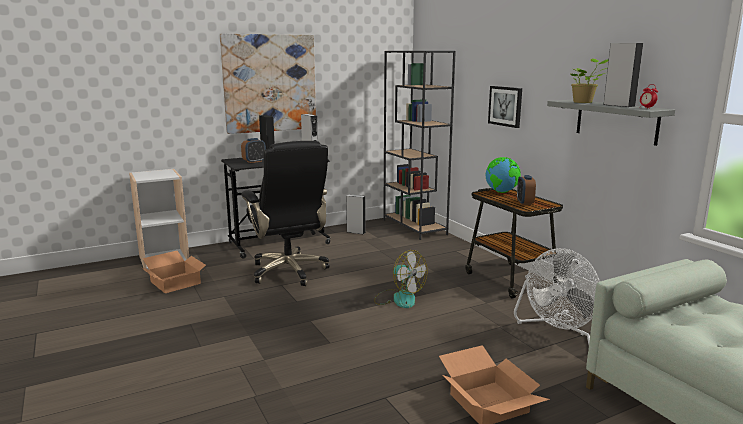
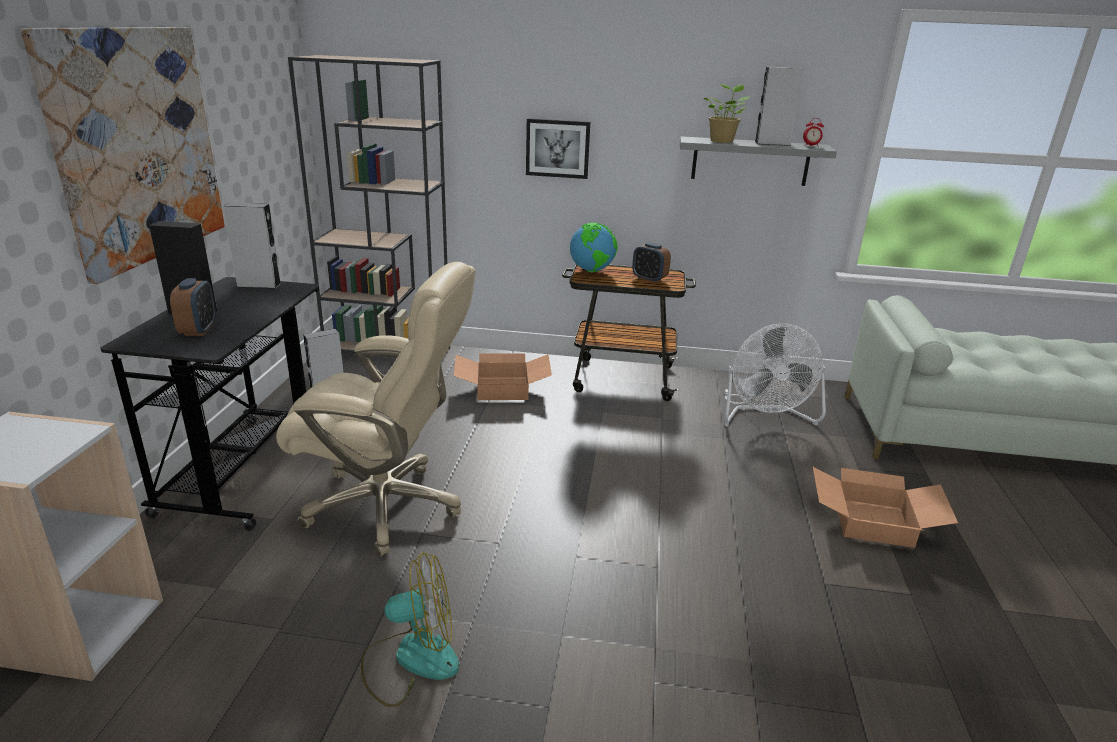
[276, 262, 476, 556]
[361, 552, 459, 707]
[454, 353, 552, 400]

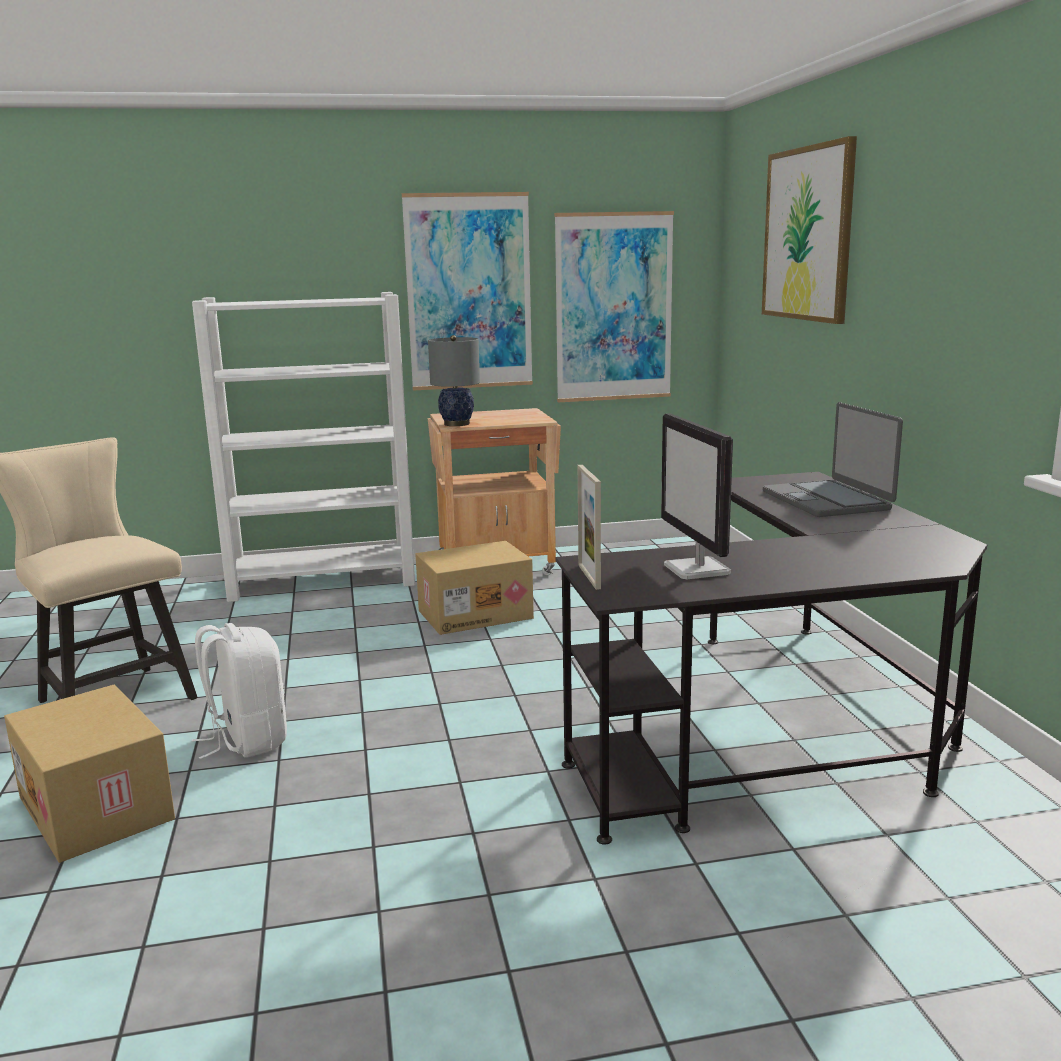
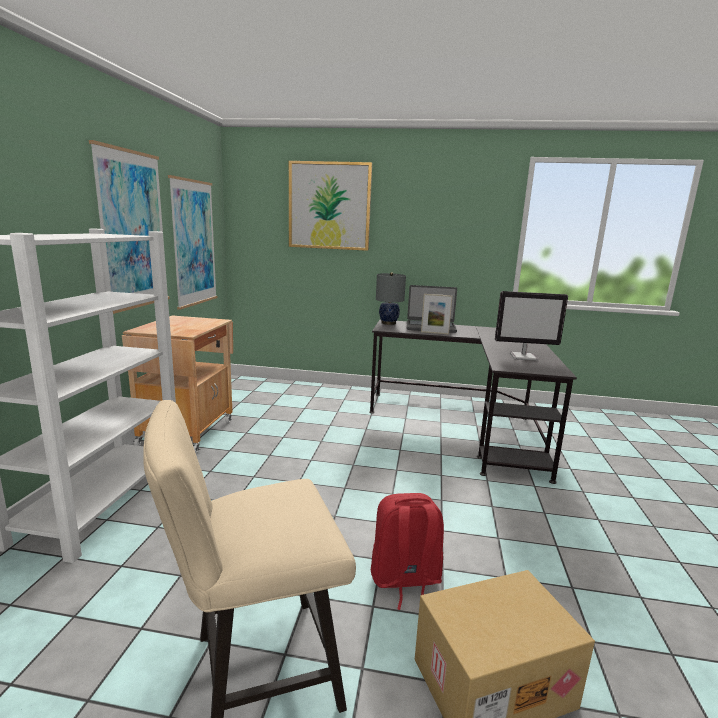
[376, 272, 406, 325]
[421, 294, 453, 335]
[415, 541, 534, 635] (first image)
[371, 493, 444, 610]

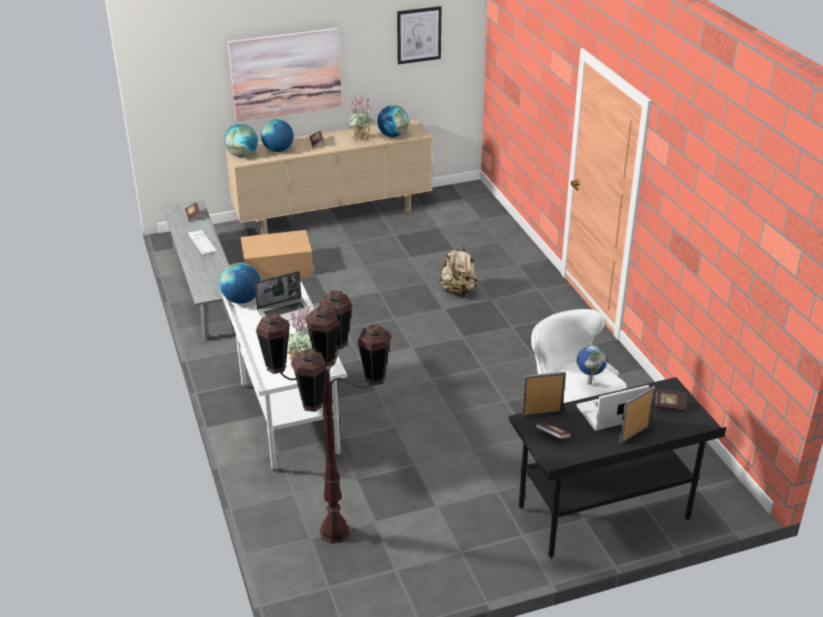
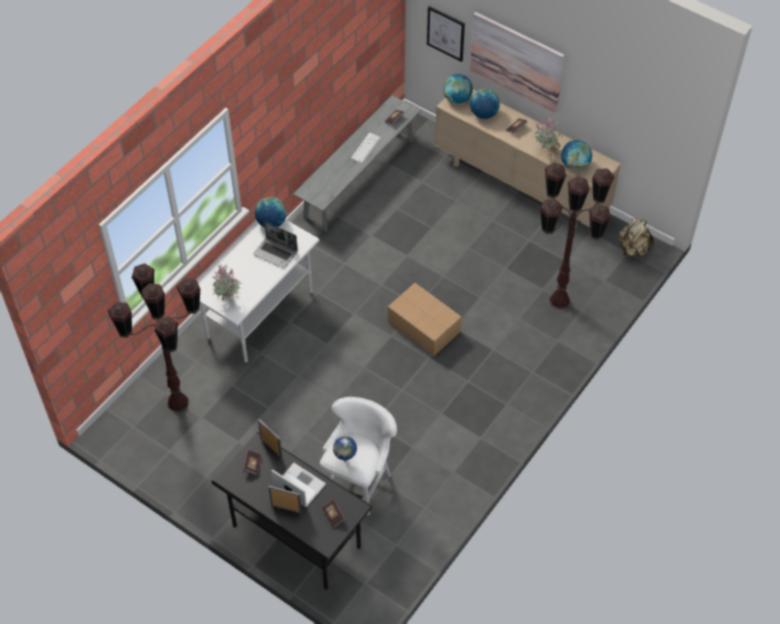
[427, 6, 465, 62]
[388, 283, 462, 356]
[619, 218, 654, 257]
[540, 162, 614, 309]

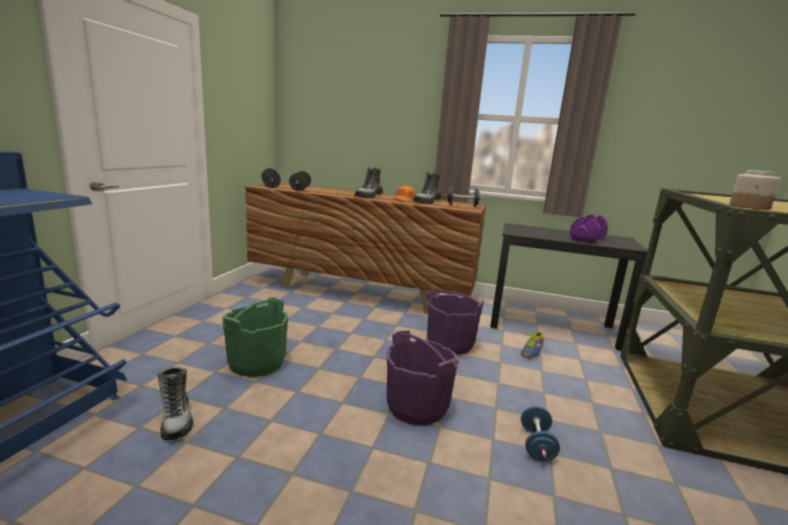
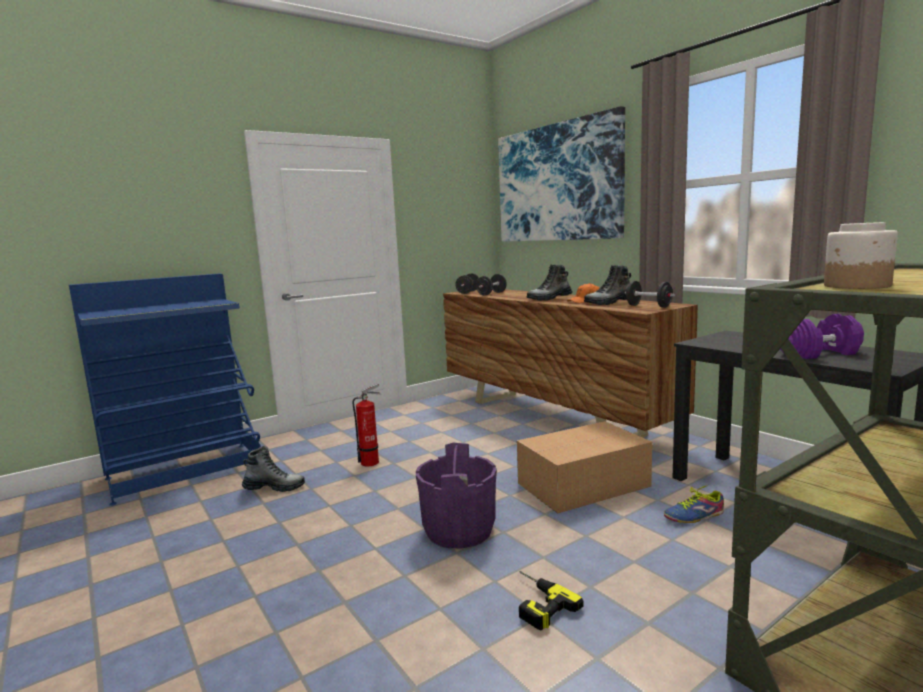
[517, 421, 652, 513]
[352, 383, 381, 466]
[242, 446, 305, 492]
[519, 571, 584, 631]
[498, 106, 625, 242]

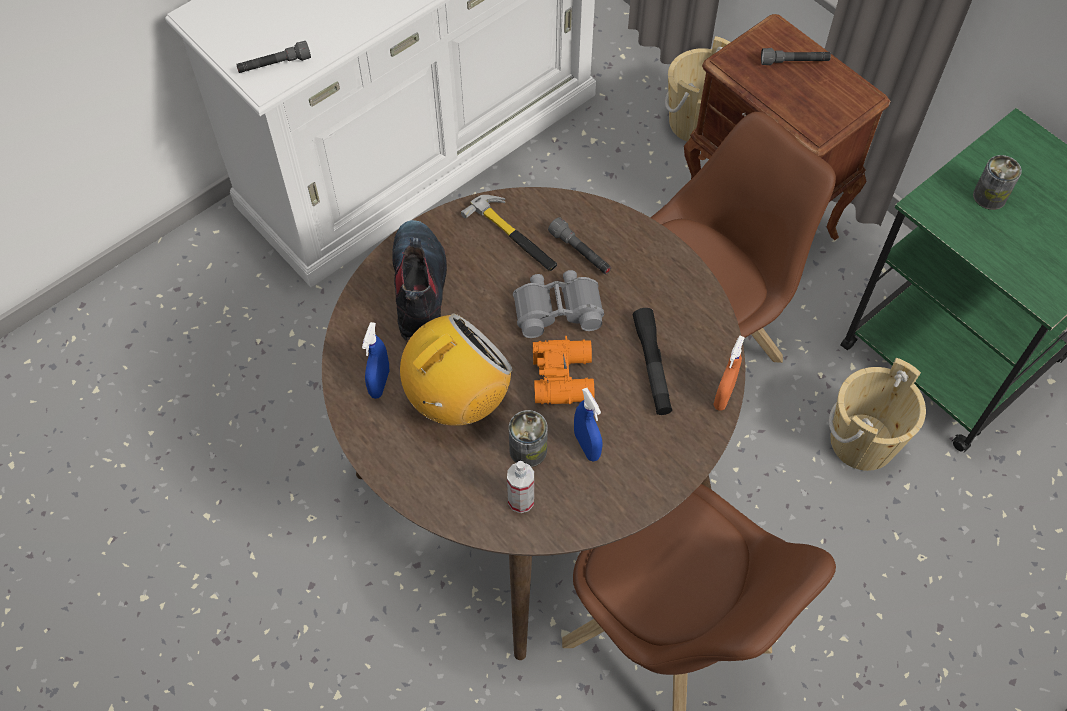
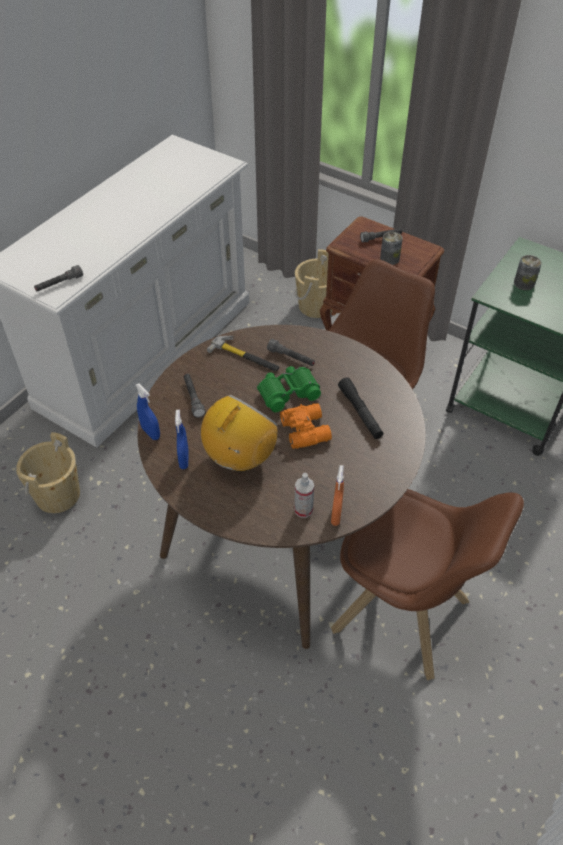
[184, 374, 206, 418]
[257, 366, 321, 412]
[331, 465, 344, 526]
[16, 432, 80, 513]
[136, 383, 160, 440]
[380, 232, 403, 265]

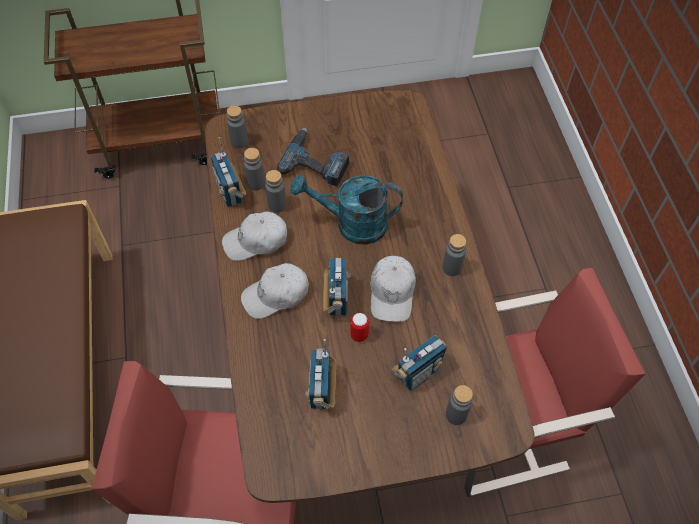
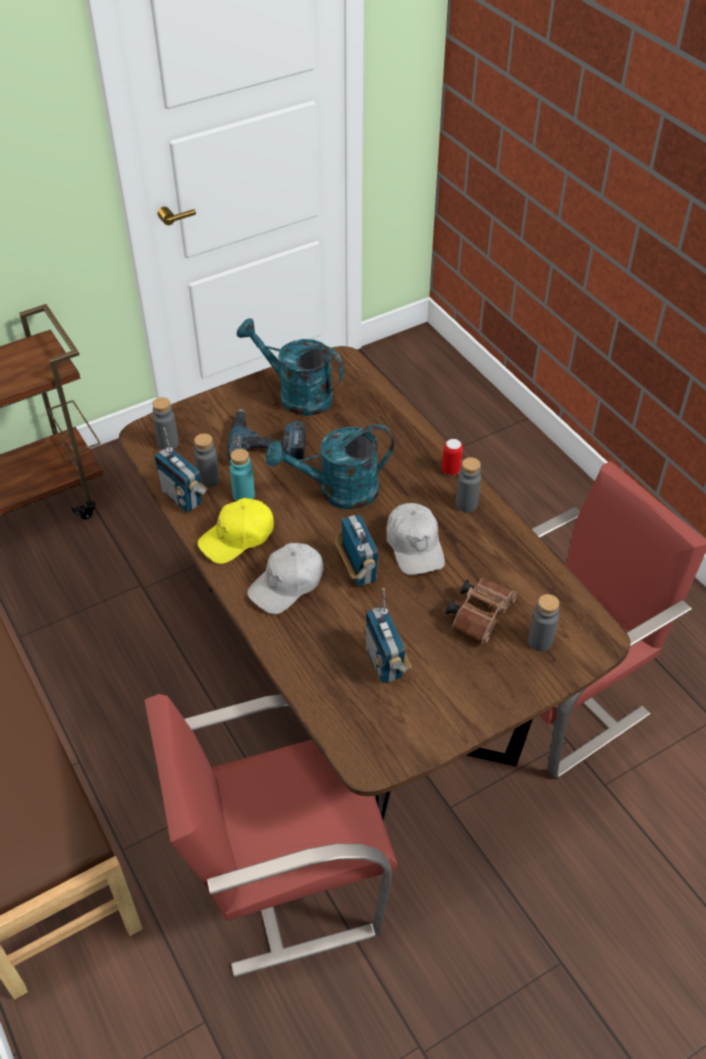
[230, 449, 255, 501]
[197, 498, 274, 564]
[442, 439, 463, 475]
[446, 578, 517, 644]
[236, 318, 344, 416]

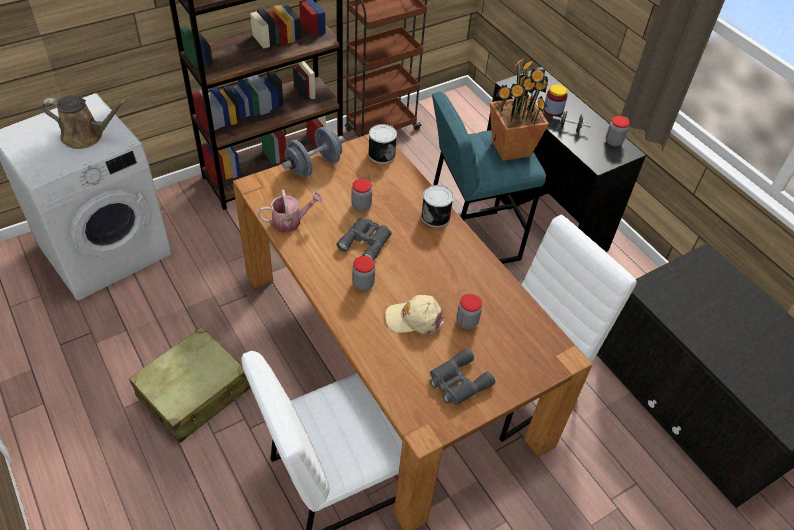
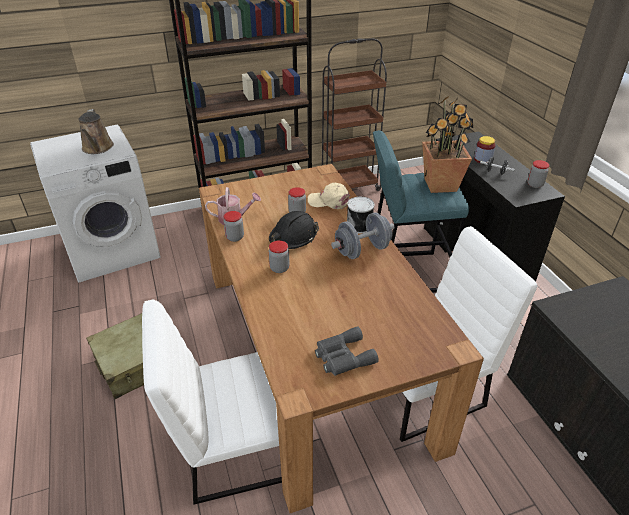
[79, 109, 114, 154]
[368, 124, 397, 164] (first image)
[331, 212, 394, 259]
[269, 211, 319, 249]
[224, 211, 244, 242]
[308, 183, 351, 209]

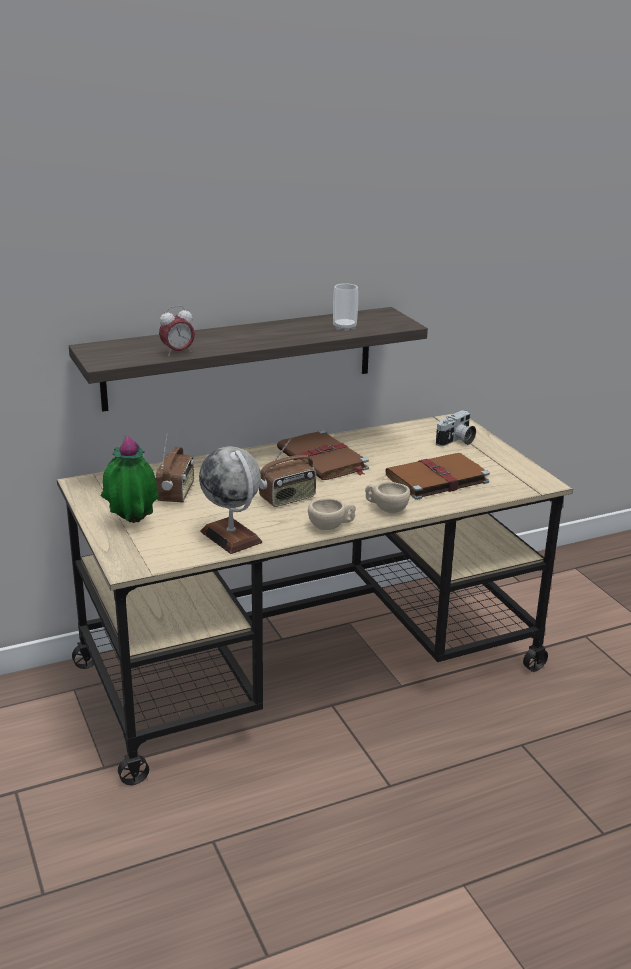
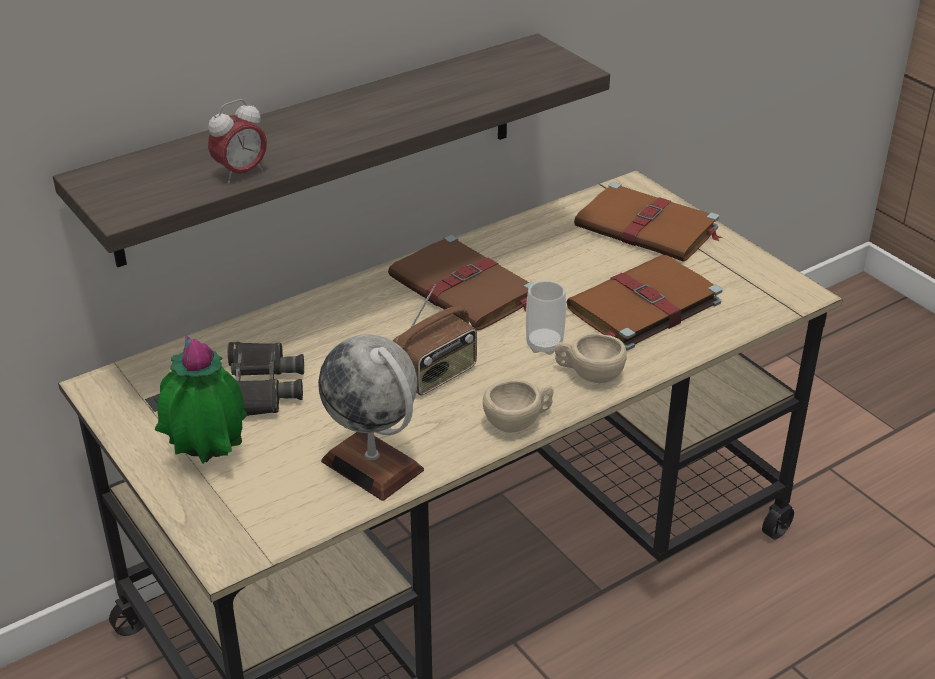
[526, 281, 566, 355]
[574, 182, 723, 262]
[228, 342, 304, 416]

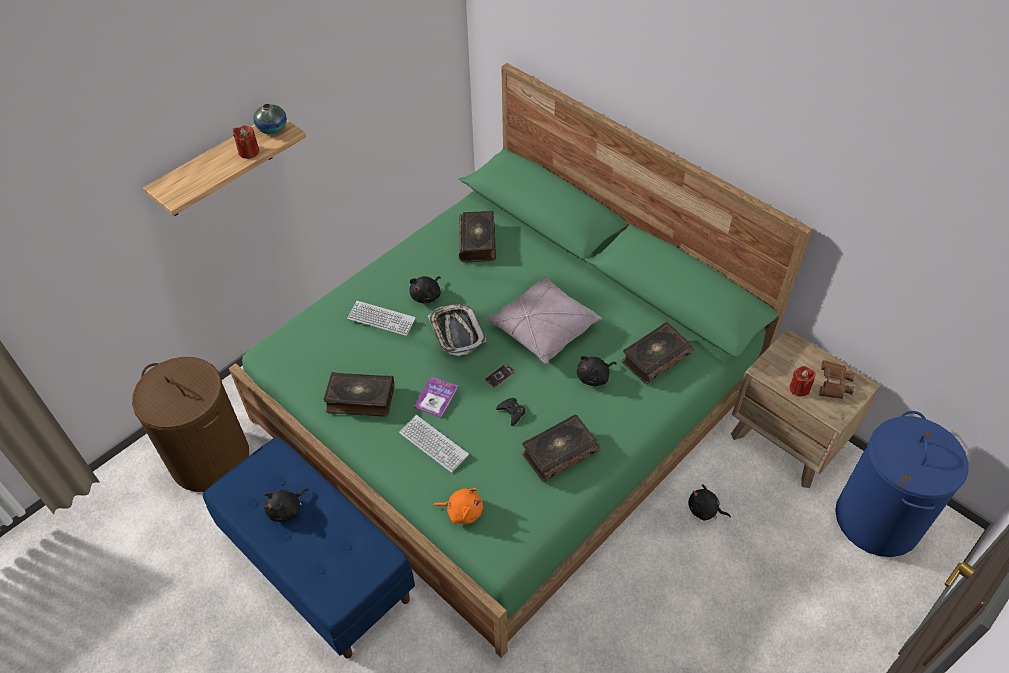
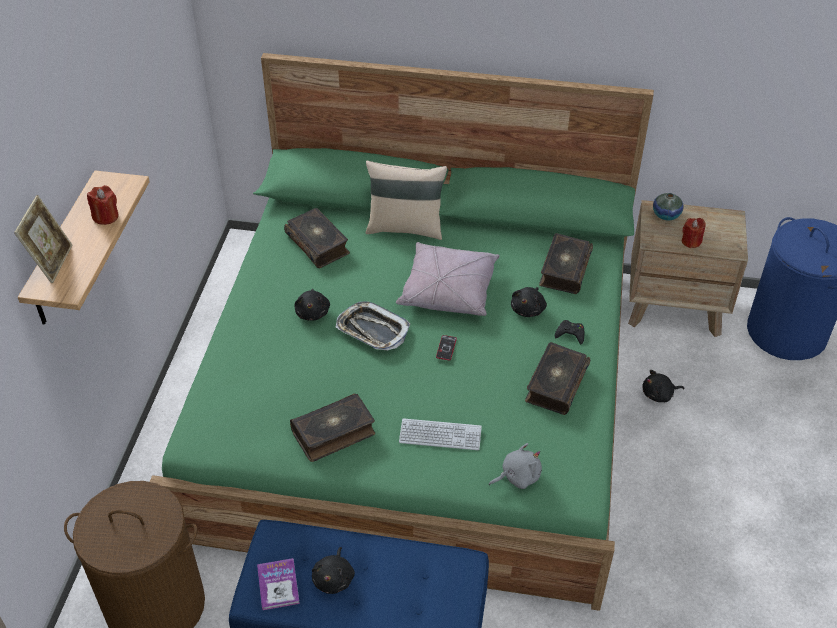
[653, 193, 684, 221]
[347, 301, 416, 336] (first image)
[819, 360, 854, 399] (first image)
[257, 558, 300, 610]
[555, 320, 584, 344]
[489, 443, 542, 489]
[365, 161, 447, 240]
[14, 195, 73, 283]

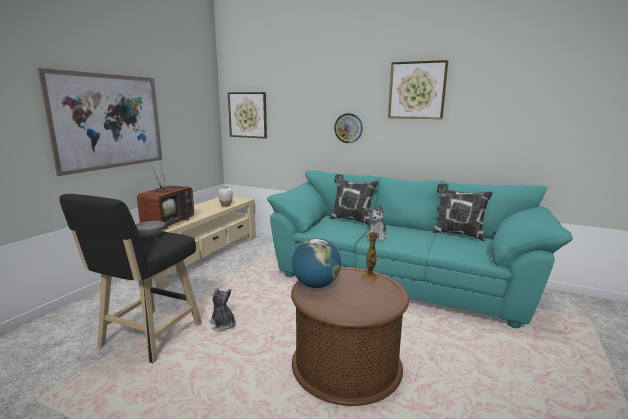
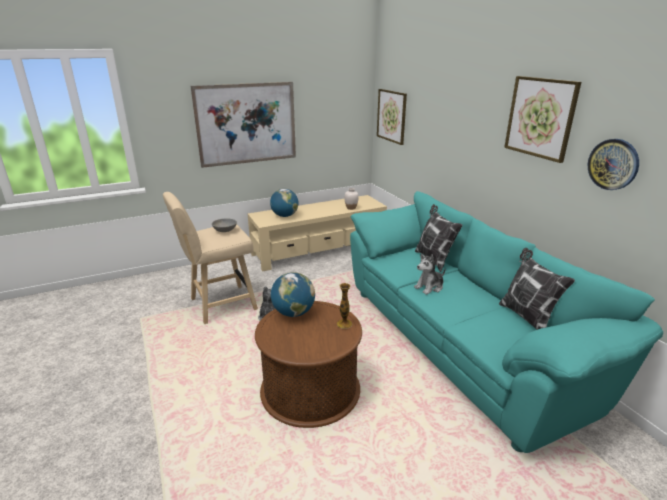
[588, 139, 639, 190]
[270, 189, 299, 217]
[163, 192, 258, 324]

